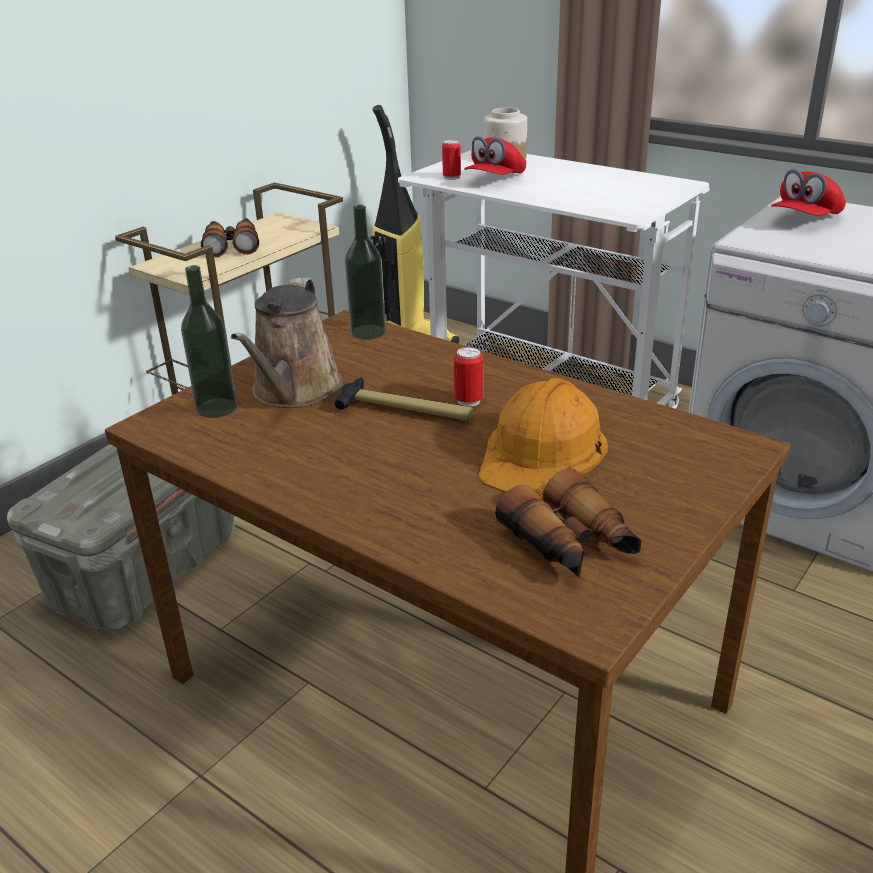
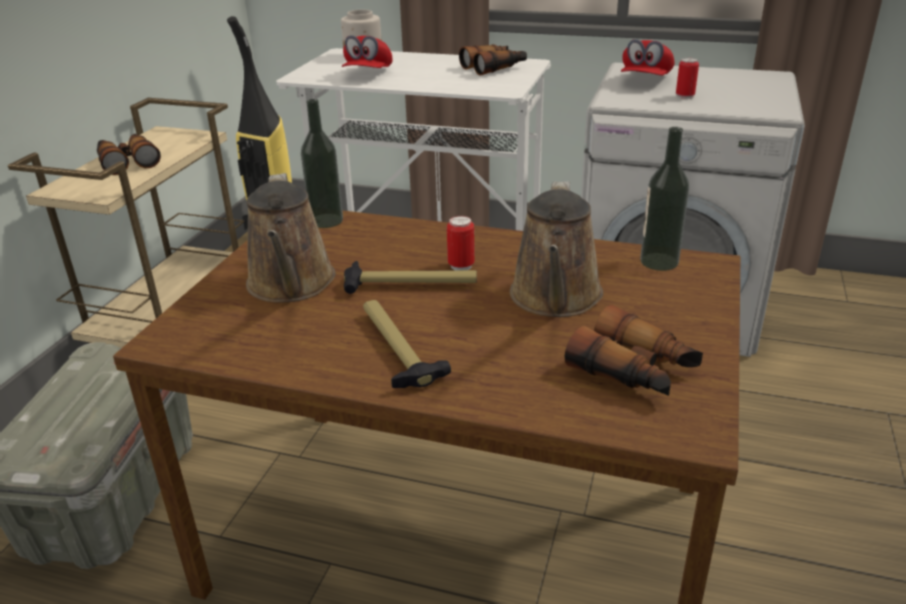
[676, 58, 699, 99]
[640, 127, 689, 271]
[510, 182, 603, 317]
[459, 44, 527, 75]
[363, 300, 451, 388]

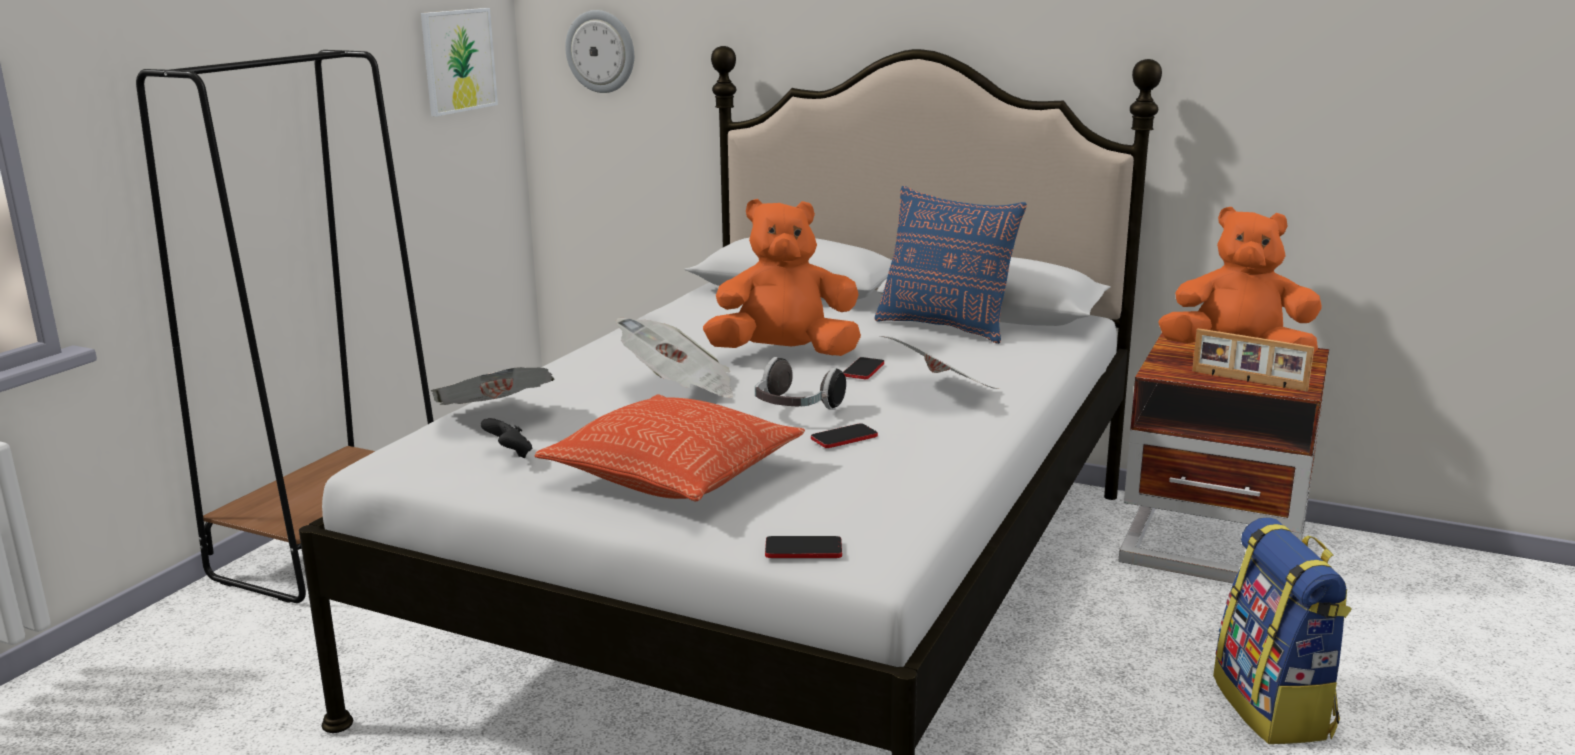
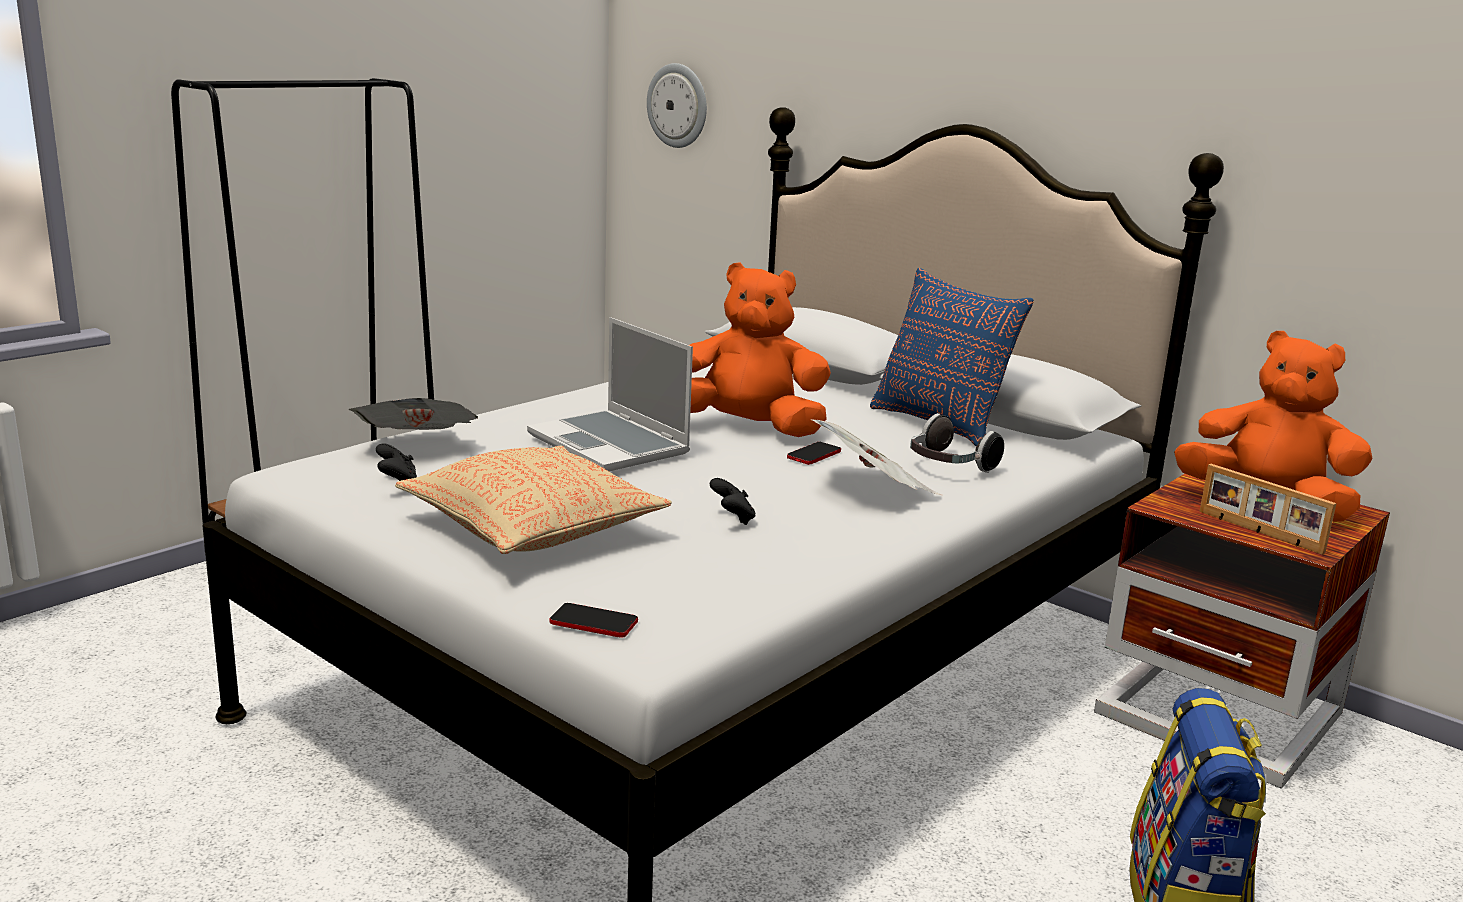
[421, 8, 498, 117] (first image)
[527, 317, 693, 471]
[910, 413, 1004, 473]
[395, 446, 672, 554]
[710, 478, 756, 525]

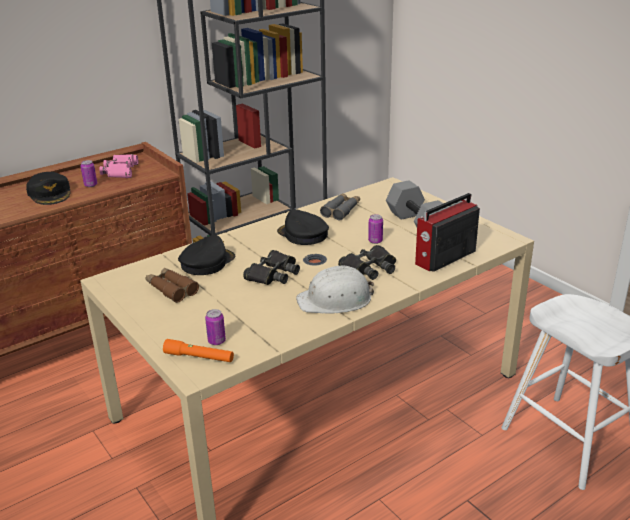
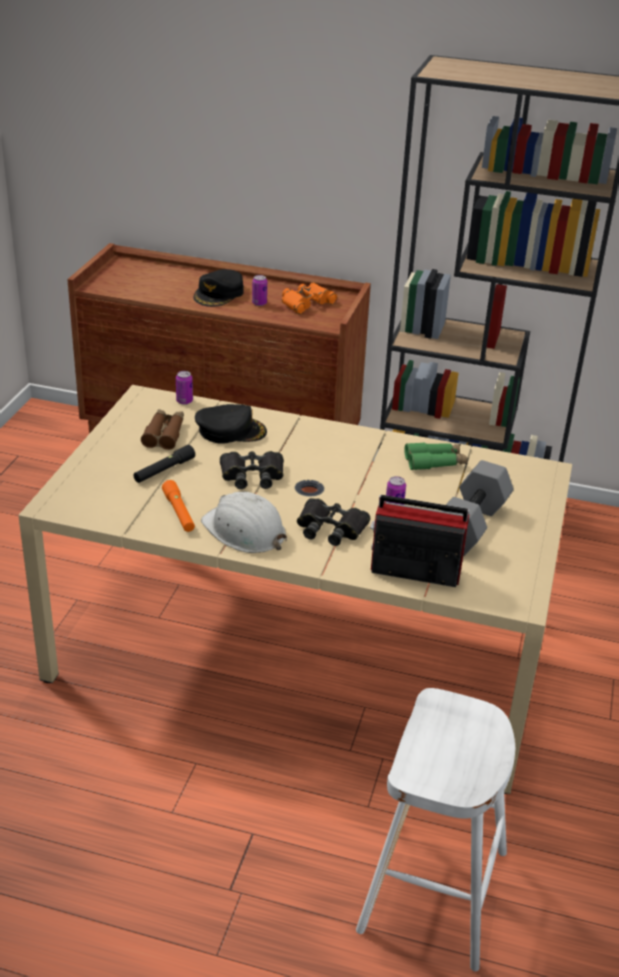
[282, 282, 337, 314]
[404, 443, 468, 470]
[277, 209, 329, 245] (first image)
[176, 371, 193, 405]
[162, 480, 195, 532]
[133, 445, 195, 483]

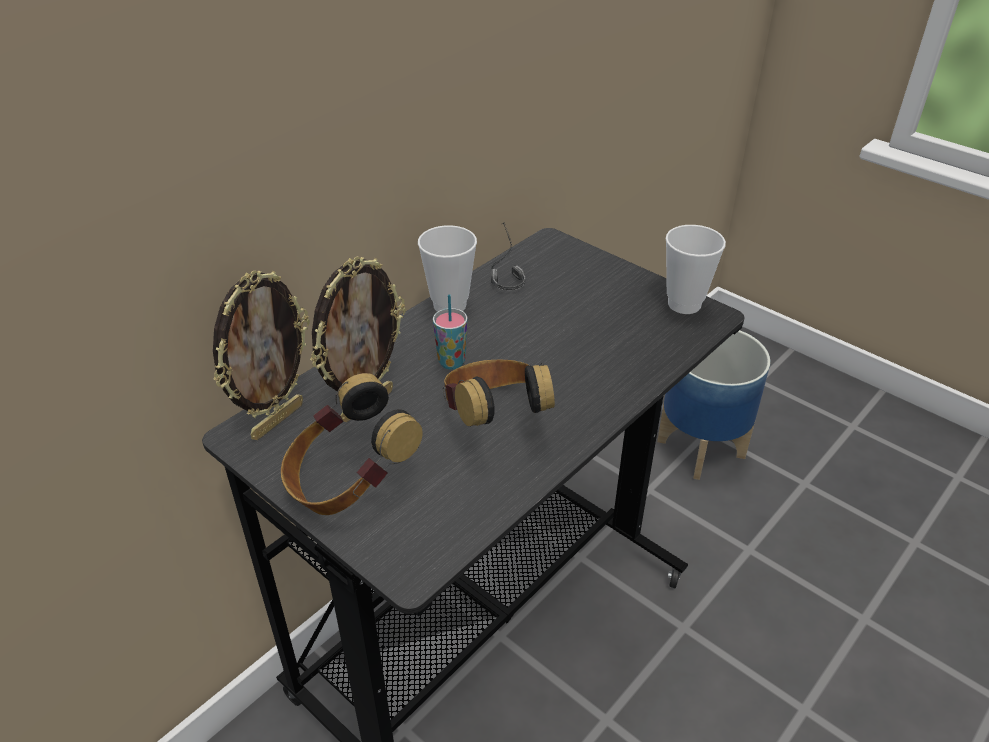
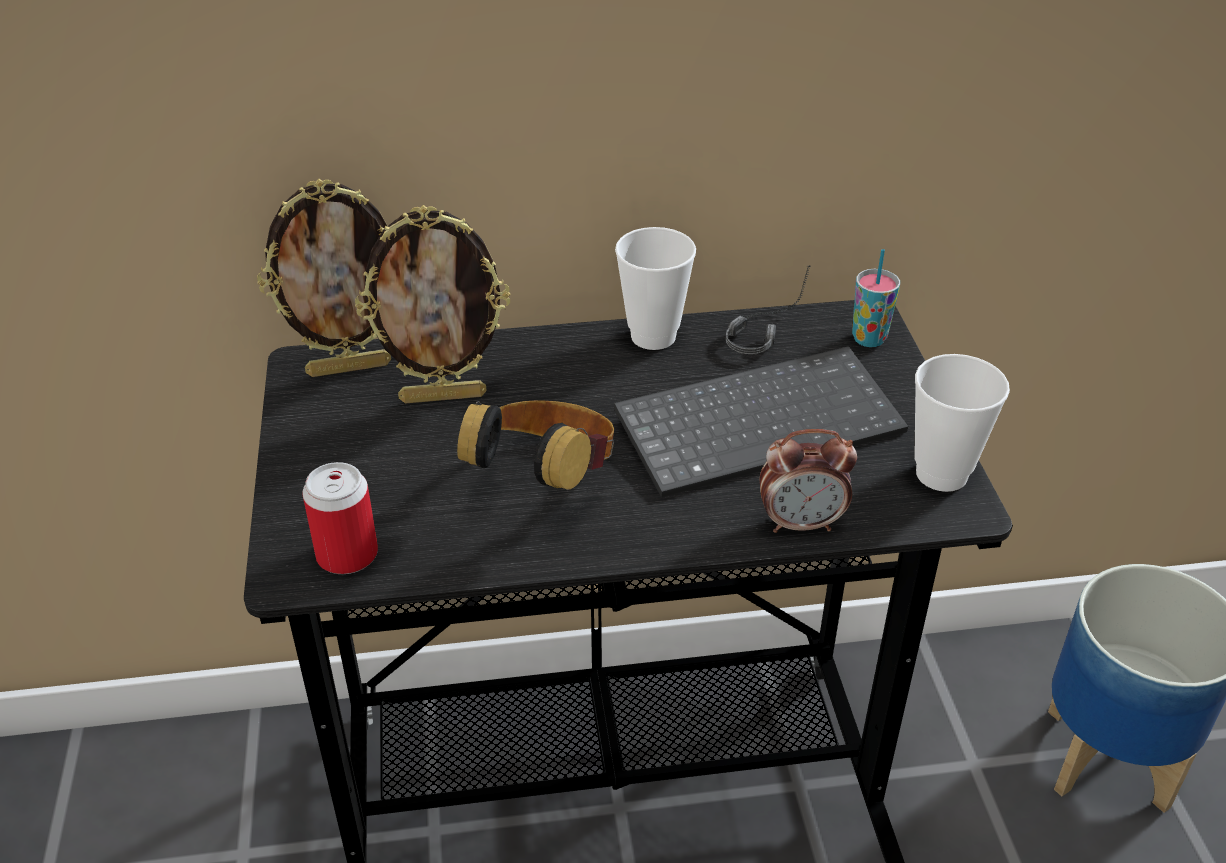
[852, 249, 900, 347]
[281, 373, 423, 515] (first image)
[614, 346, 908, 498]
[760, 429, 857, 533]
[302, 462, 378, 574]

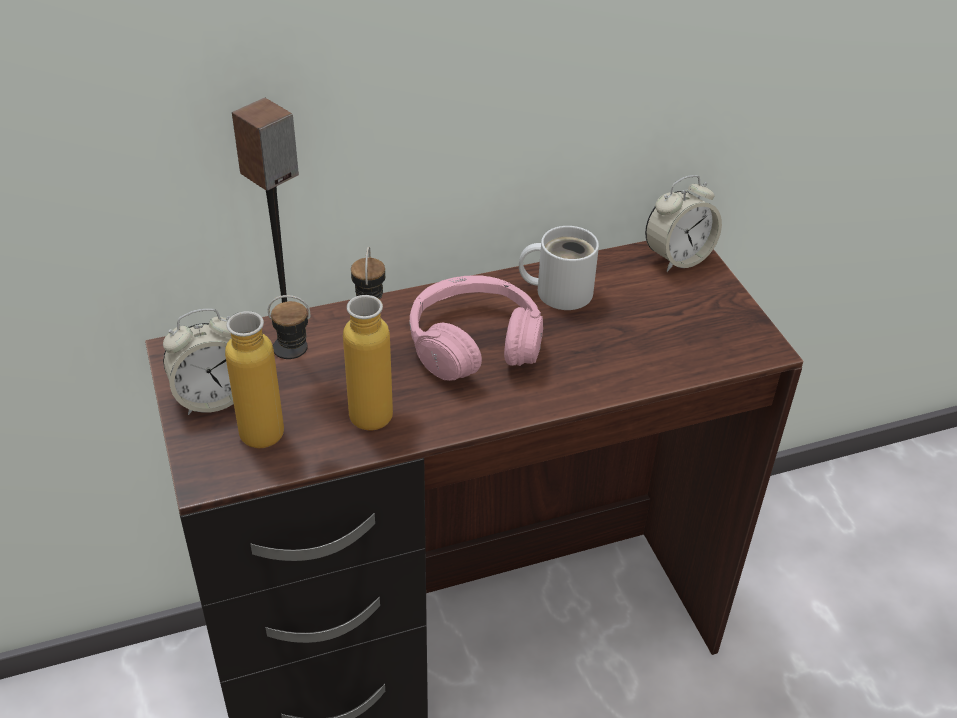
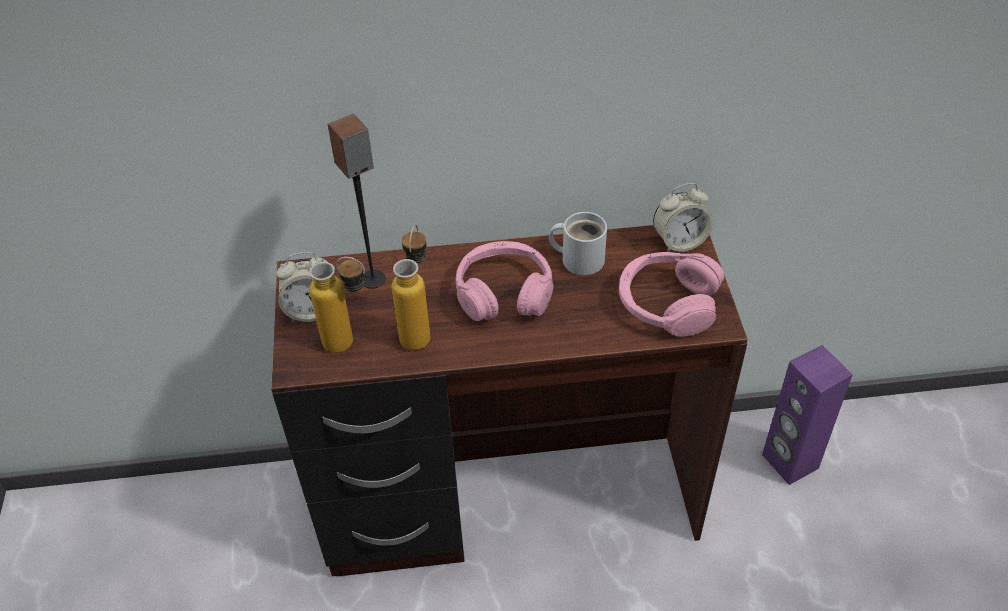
[619, 252, 724, 337]
[762, 345, 853, 485]

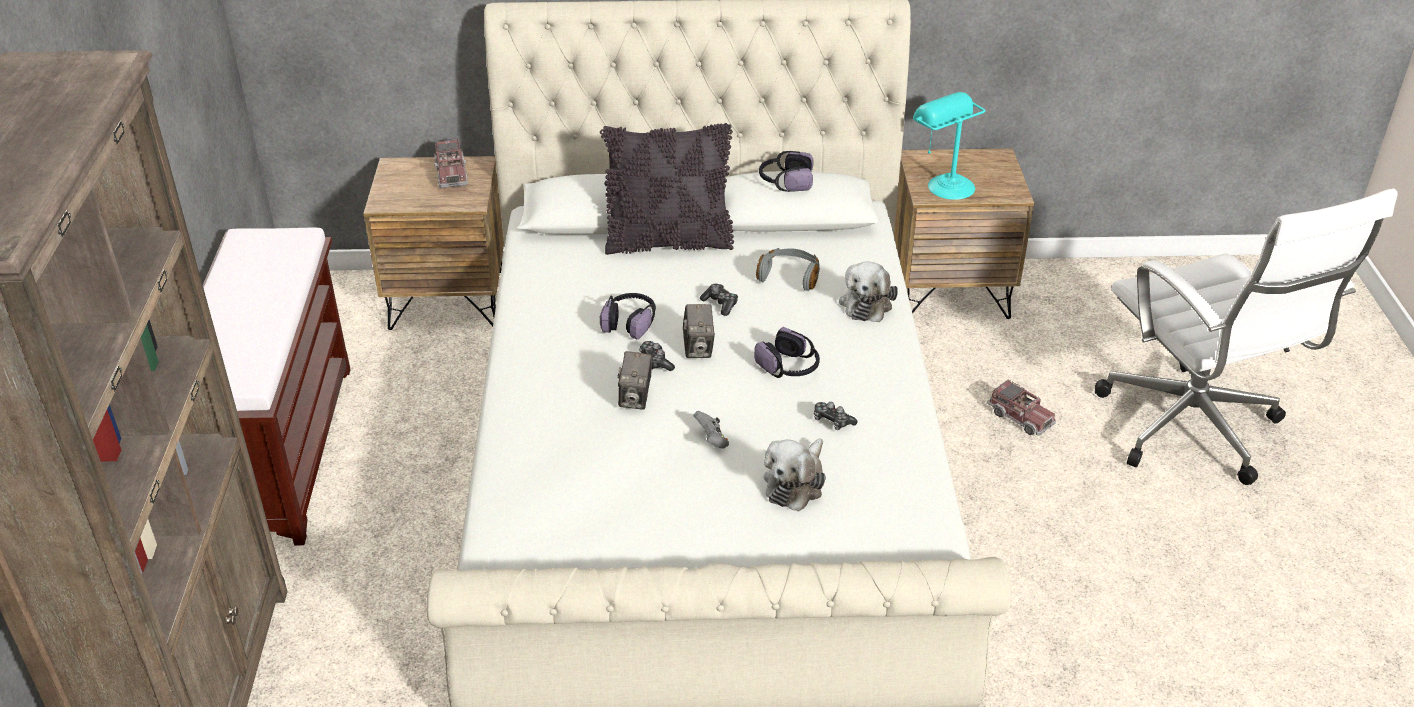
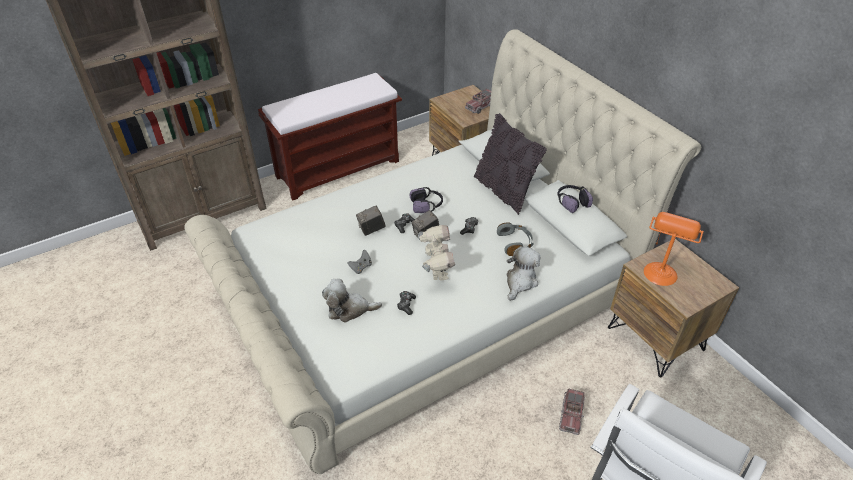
[644, 212, 704, 286]
[507, 246, 540, 301]
[418, 225, 455, 280]

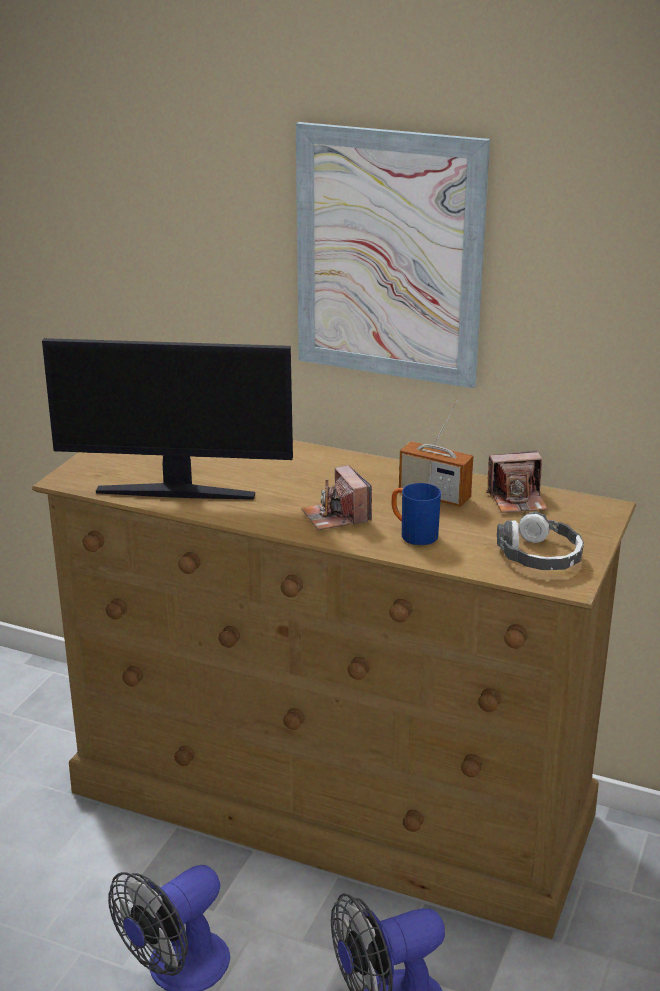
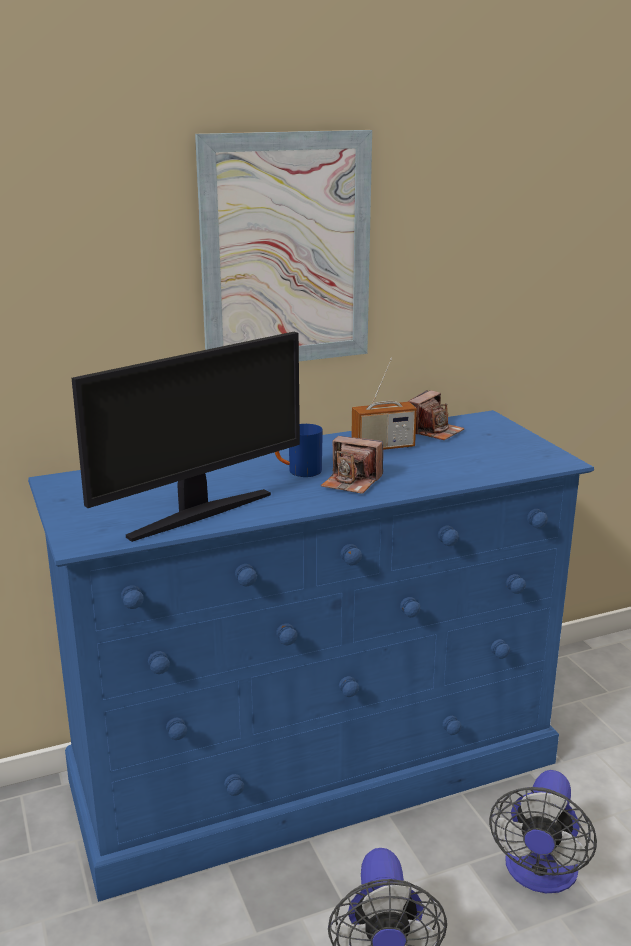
[28, 410, 594, 902]
[275, 424, 323, 477]
[497, 511, 584, 570] (first image)

